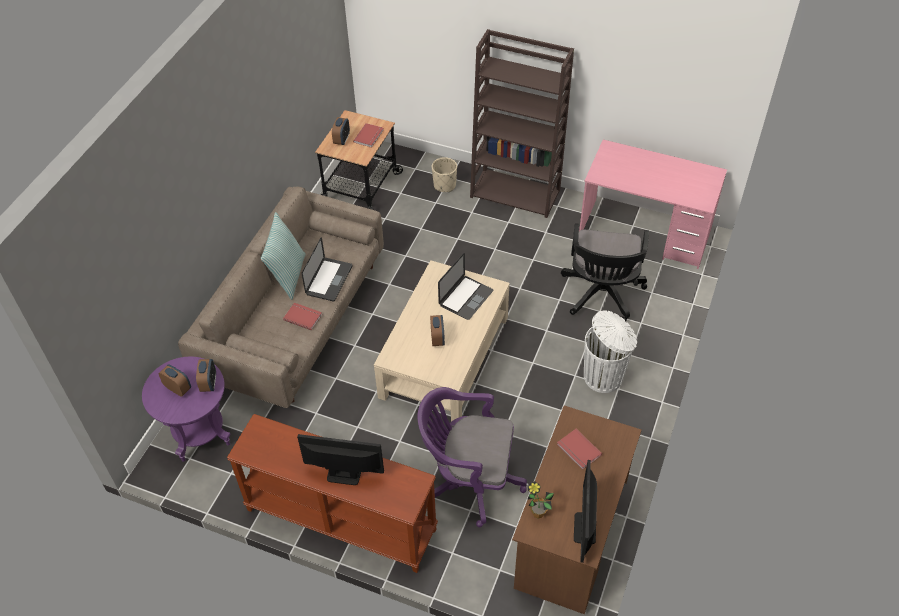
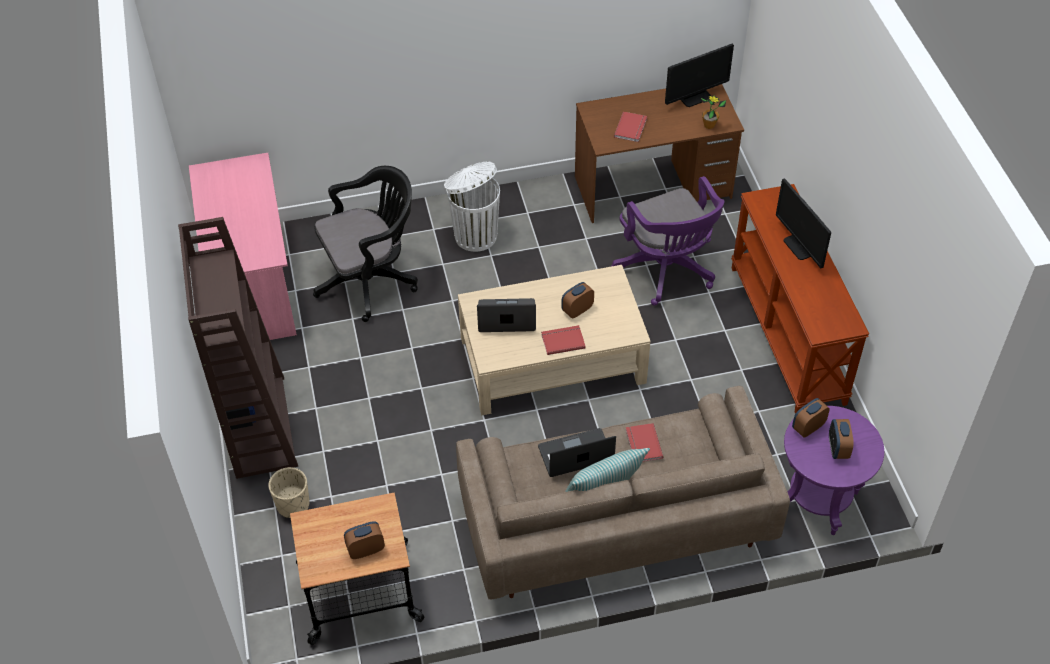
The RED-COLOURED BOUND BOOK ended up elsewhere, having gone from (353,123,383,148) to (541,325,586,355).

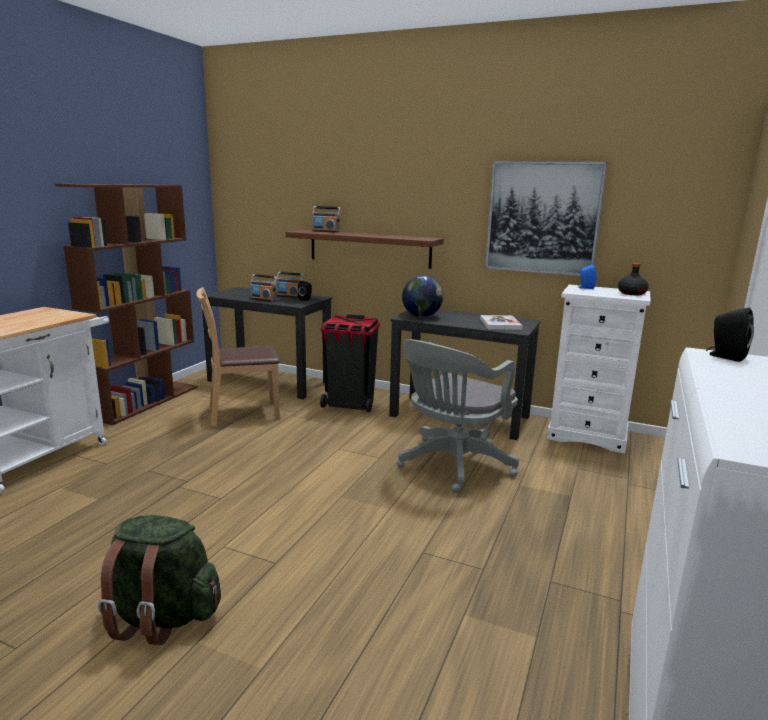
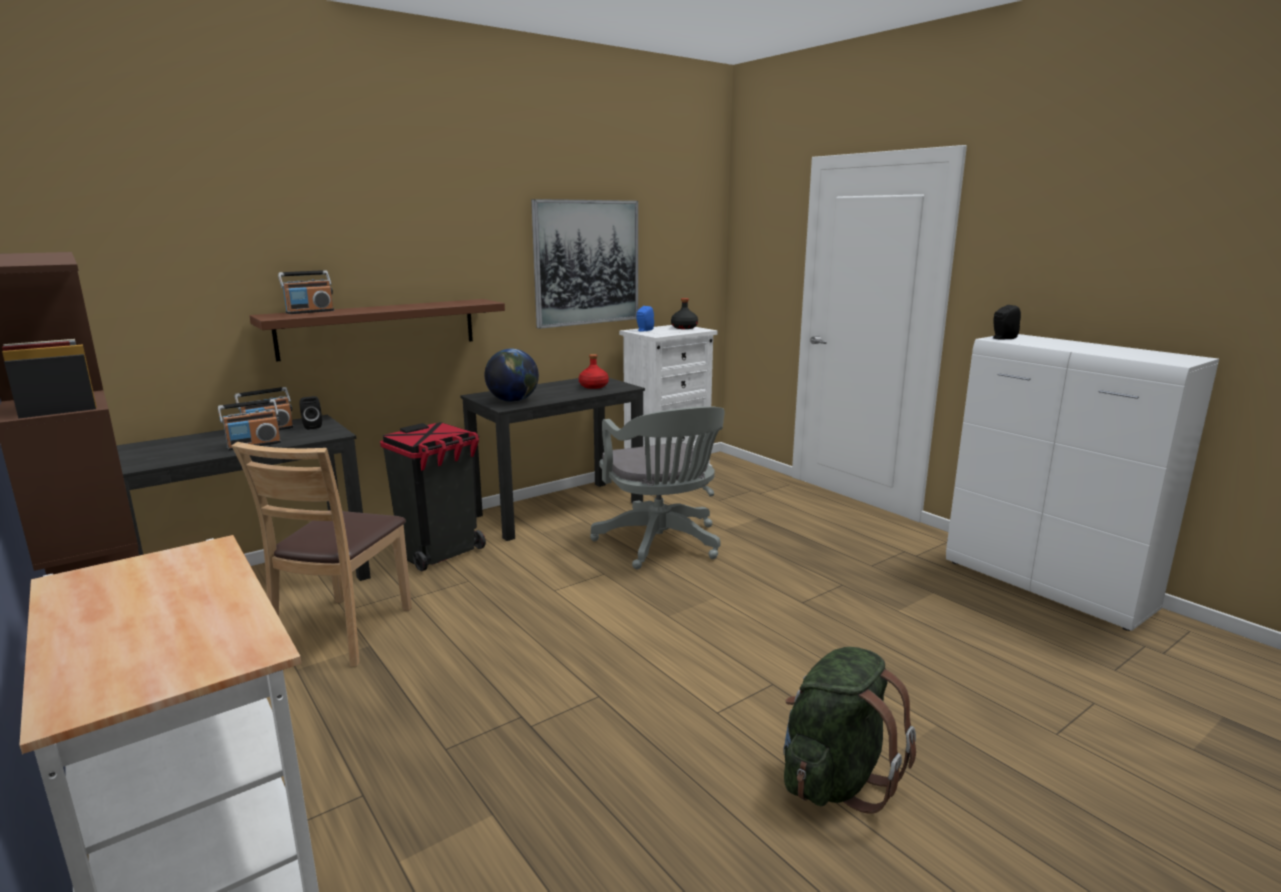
Where the BOUND BOOK stood at (480,315,523,330), the RED-COLOURED BEVERAGE BOTTLE came to stand at (579,354,609,389).

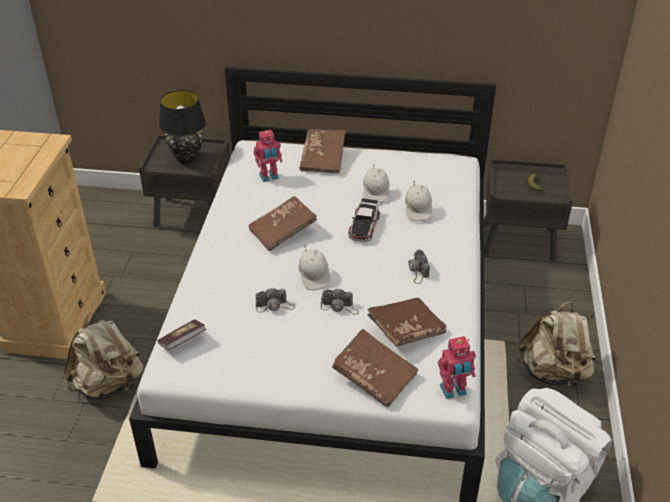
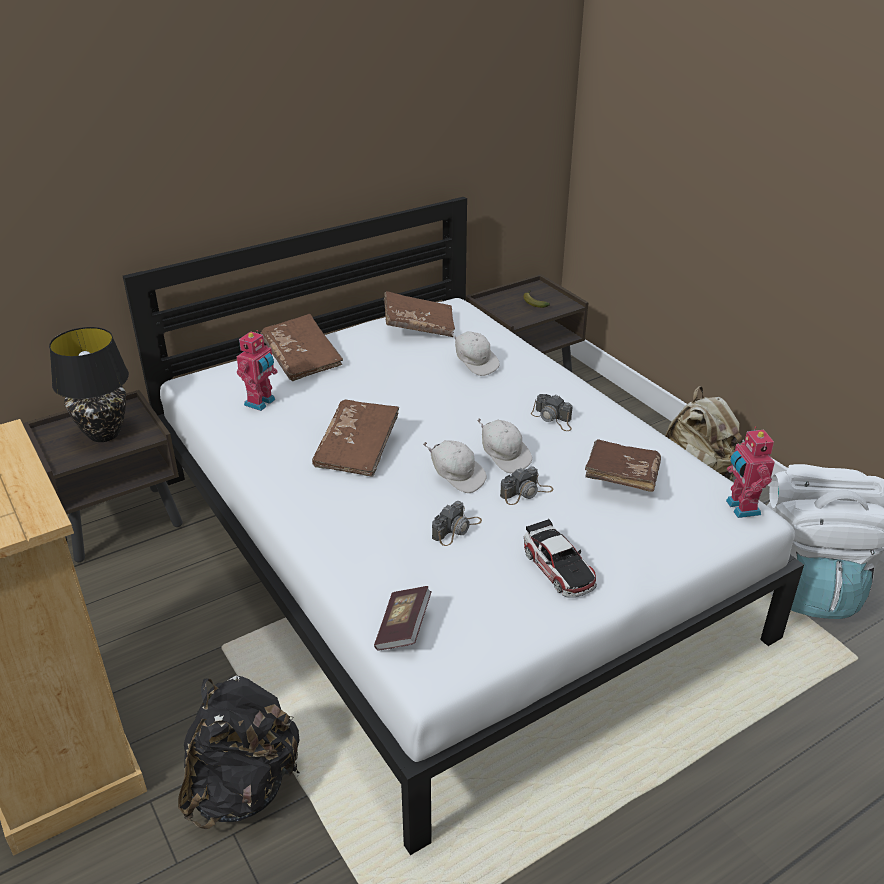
The BROWNISH BOUND BOOK ended up elsewhere, having gone from (332,329,418,407) to (384,291,455,337).
The MINIATURE CAR ended up elsewhere, having gone from (348,198,380,242) to (524,519,597,598).
The WHITE PEAKED CAP ended up elsewhere, having gone from (363,165,390,203) to (477,418,532,474).
What was the BEIGE RUCKSACK at (64,313,144,399) turned into the BLACK-COLOURED RUCKSACK at (178,676,300,829).
The ROBOT FIGURE at (438,336,476,399) ended up facing another way, 135 degrees clockwise from before.

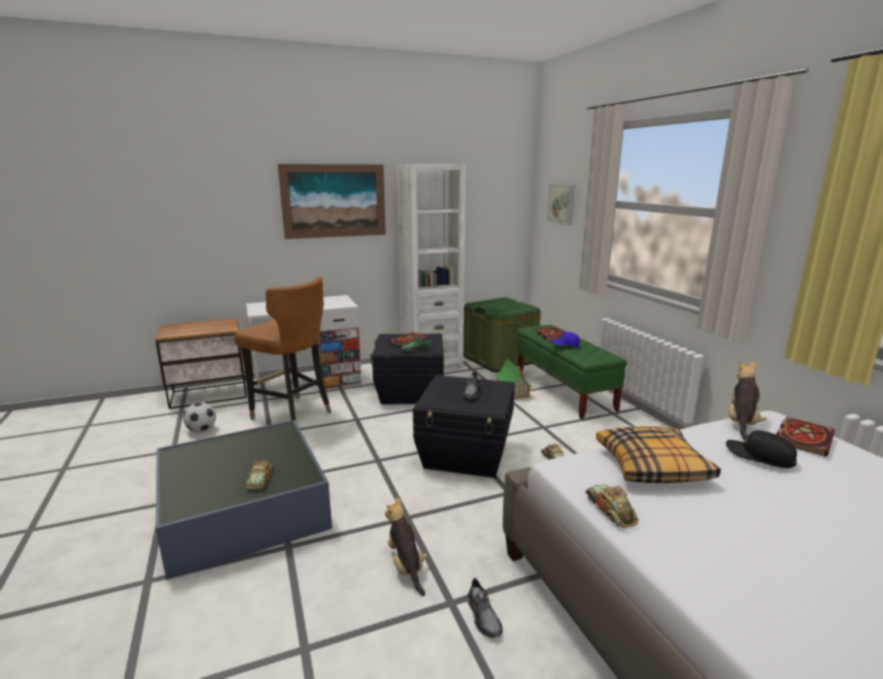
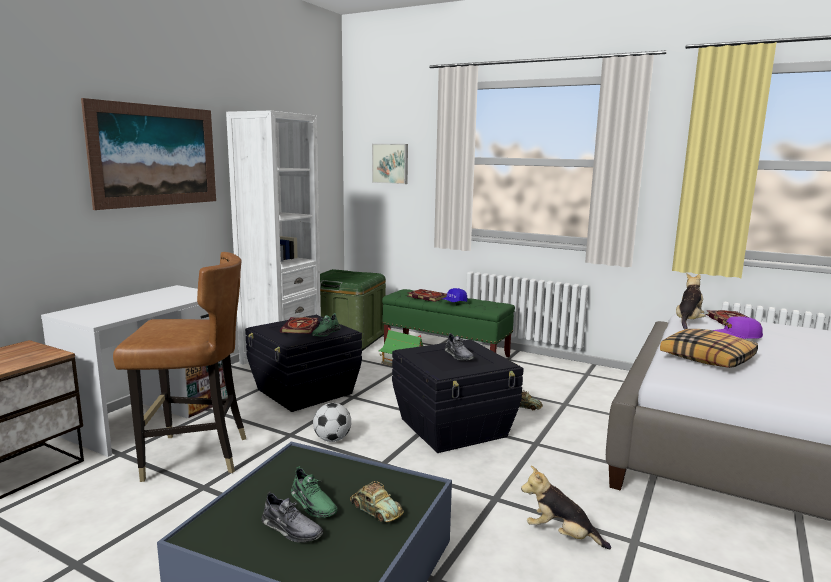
The second view lost the MINIATURE CAR at (585,484,639,528).
The second view gained the GREEN-COLOURED LOW SHOE at (291,466,338,518).
The FOOTBALL BALL ended up elsewhere, having gone from (183,402,216,432) to (313,403,351,442).
The GRAY LOW SHOE ended up elsewhere, having gone from (467,578,503,638) to (261,492,323,543).
What was the BLACK-COLOURED PEAKED CAP at (726,430,797,468) turned into the PURPLISH PEAKED CAP at (713,316,763,339).
The SOFT TOY at (728,362,767,441) ended up facing another way, 45 degrees clockwise from before.

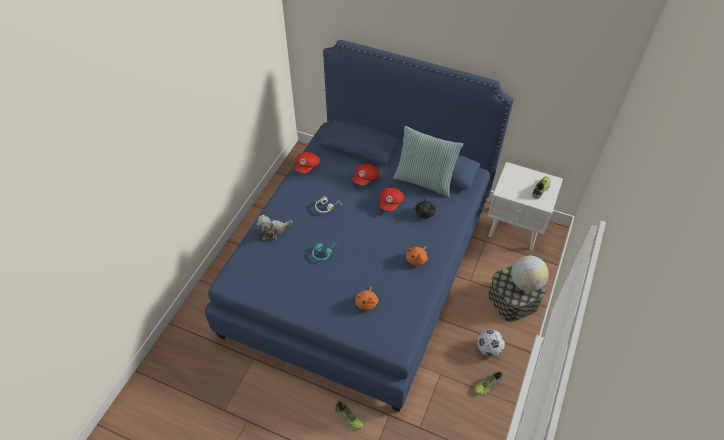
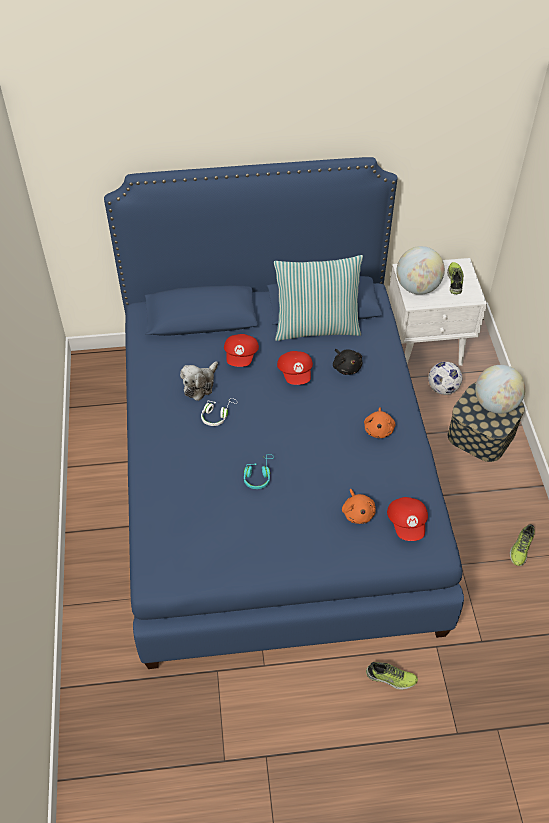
The second view gained the DESK GLOBE at (396,246,445,295).
The SOFT TOY ended up elsewhere, having gone from (256,215,293,241) to (180,361,218,401).
The RED-COLOURED PEAKED CAP ended up elsewhere, having gone from (294,152,320,173) to (387,497,428,541).
The FOOTBALL BALL ended up elsewhere, having gone from (477,329,505,357) to (428,362,462,395).

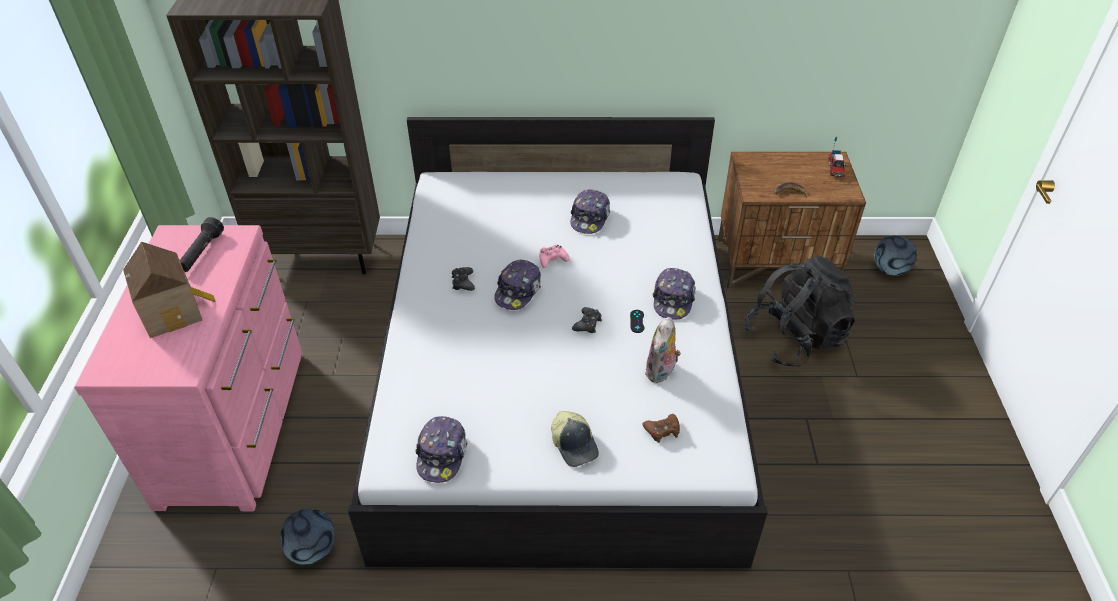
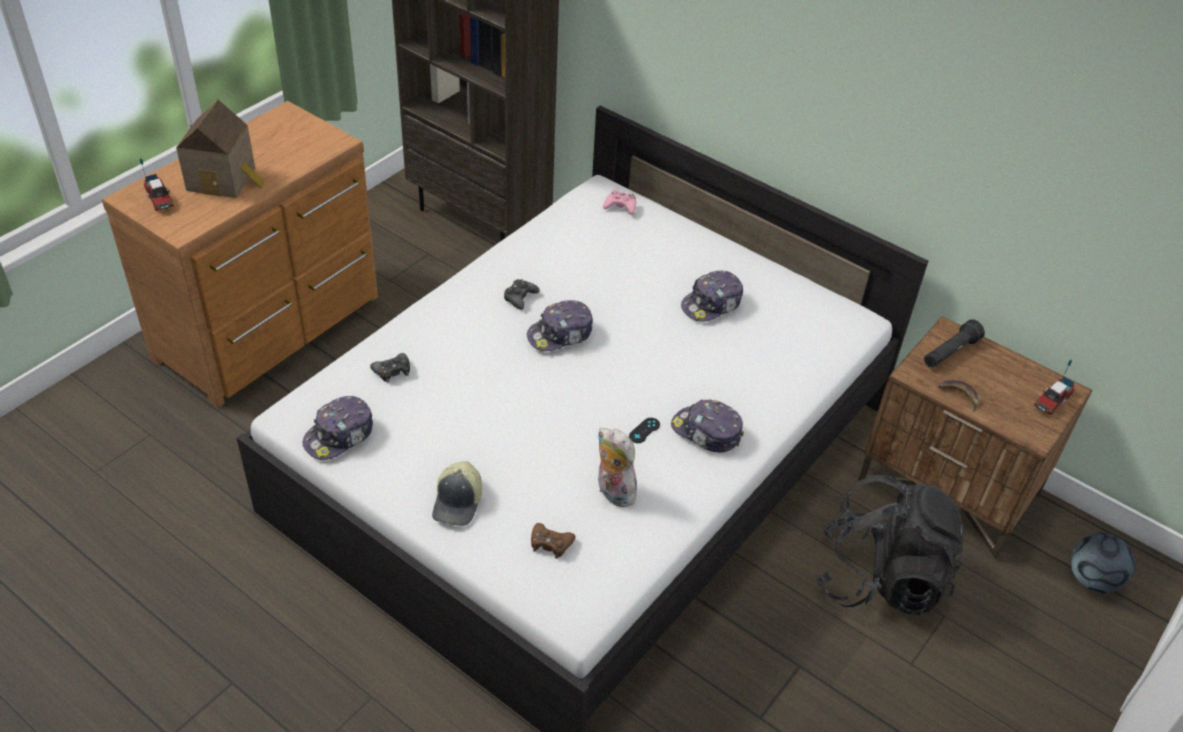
The second view lost the FOOTBALL BALL at (280,509,335,565).
The second view gained the TOY TRUCK at (140,157,174,211).
The BLACK-COLOURED FLASHLIGHT ended up elsewhere, having gone from (180,217,224,272) to (924,319,985,368).
The PINK-COLOURED GAME CONTROLLER ended up elsewhere, having gone from (539,245,570,268) to (603,189,636,215).
The BLACK-COLOURED GAME CONTROLLER ended up elsewhere, having gone from (572,307,602,333) to (370,353,410,383).
What was the PINK-COLOURED DRESSER at (74,225,302,511) turned into the BROWNISH DRESSER at (102,101,378,408).
The SOFT TOY at (645,317,681,383) ended up facing another way, 75 degrees clockwise from before.
The PEAKED CAP at (653,268,695,319) ended up facing another way, 75 degrees clockwise from before.

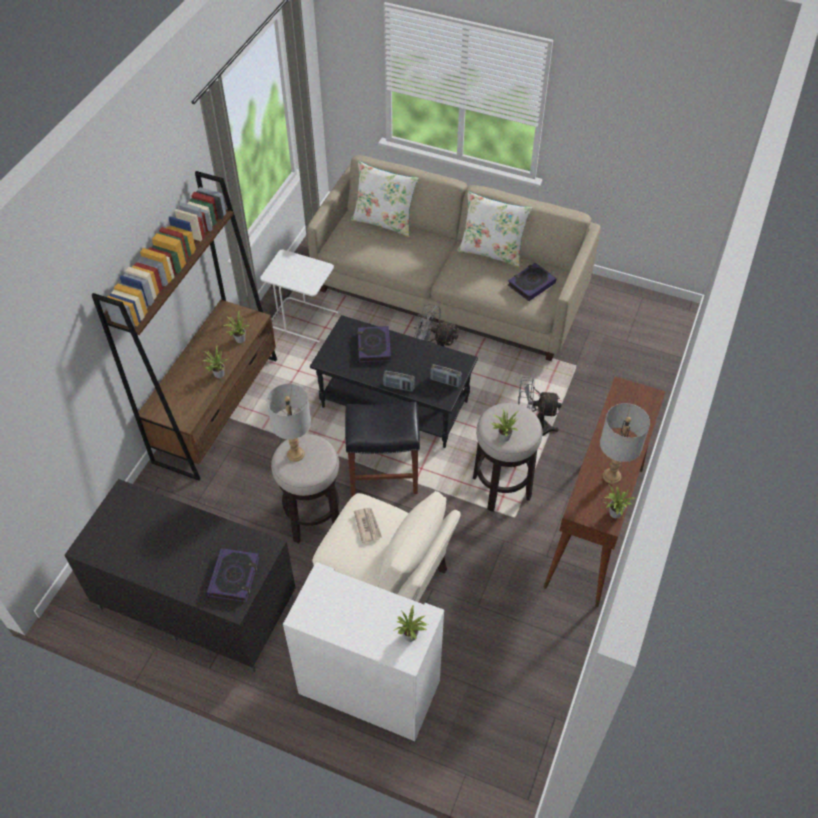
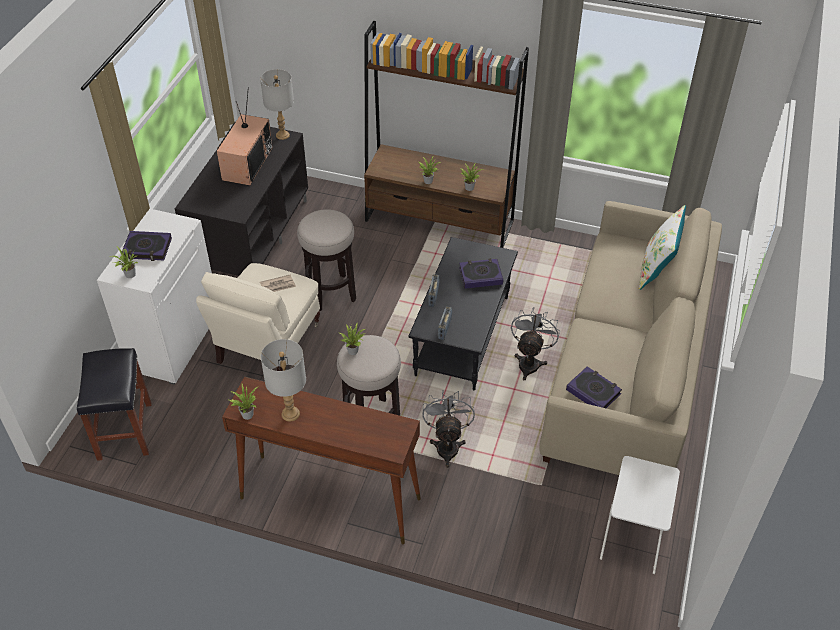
The second view lost the WHITE PILLOW at (457,191,532,268).
The second view gained the TELEVISION at (217,93,273,186).
The BOUND BOOK ended up elsewhere, having gone from (207,548,259,602) to (122,231,172,261).
The WHITE ACCENT TABLE ended up elsewhere, having gone from (260,250,339,343) to (600,456,680,574).
The GRAY TABLETOP LAMP ended up elsewhere, having gone from (267,384,311,462) to (260,69,294,140).
The BLACK-COLOURED SITTING STOOL ended up elsewhere, having gone from (345,402,420,496) to (77,348,152,461).

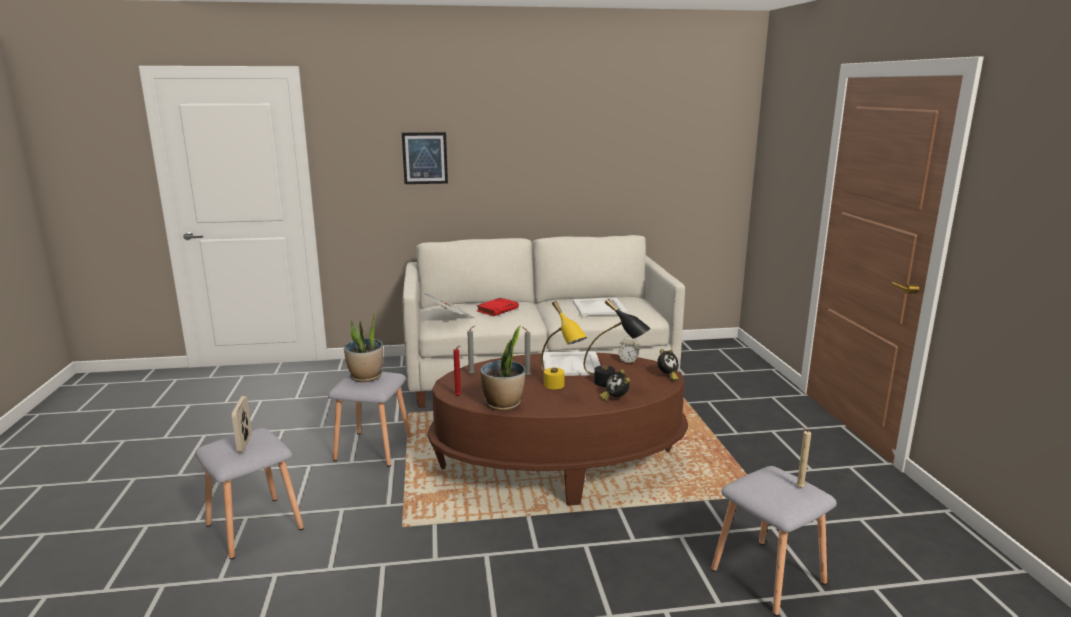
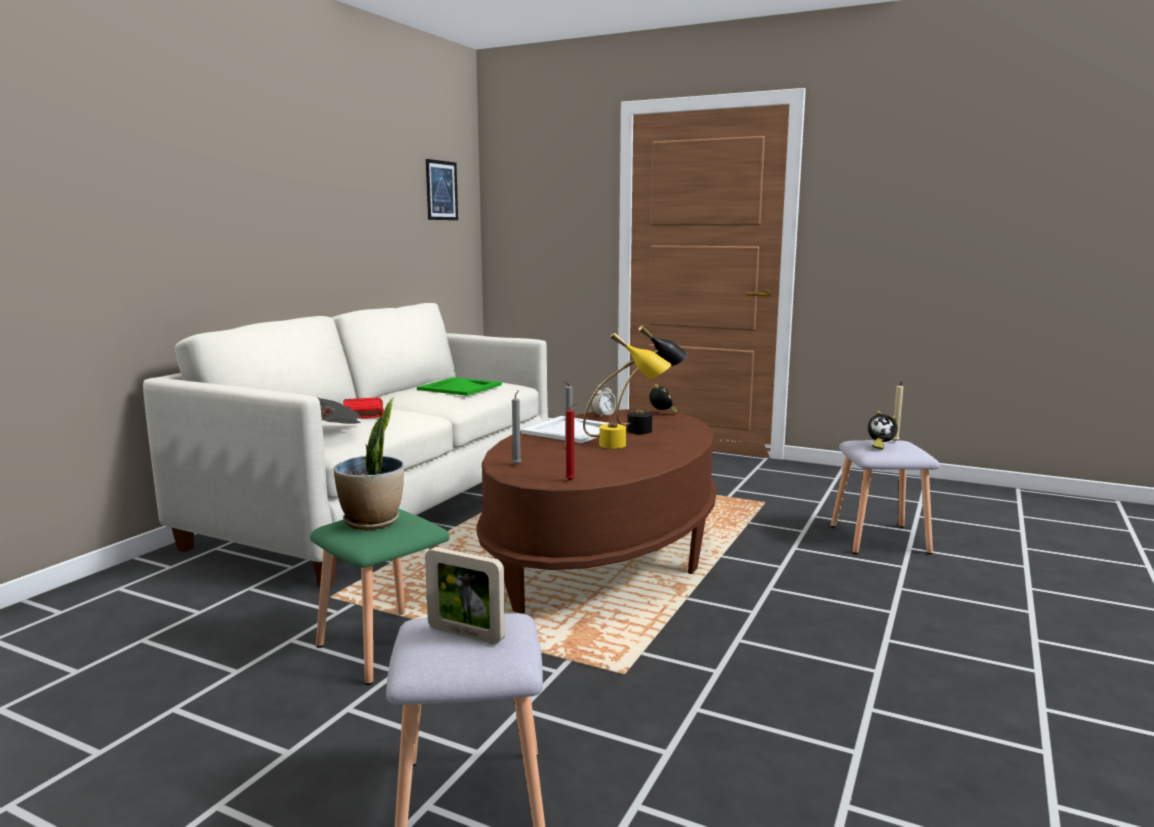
The second view lost the HOUSEPLANT at (480,325,525,411).
The PICTURE ended up elsewhere, having gone from (402,132,448,184) to (426,159,458,220).
The BEDSIDE CLOCK ended up elsewhere, having gone from (600,369,630,401) to (868,411,898,450).
What was the GRAY SITTING STOOL at (328,372,411,467) turned into the GREEN-COLOURED SITTING STOOL at (310,509,449,685).
What was the WHITE CARRYING TRAY at (573,298,628,316) turned into the GREEN-COLOURED CARRYING TRAY at (417,377,502,396).

